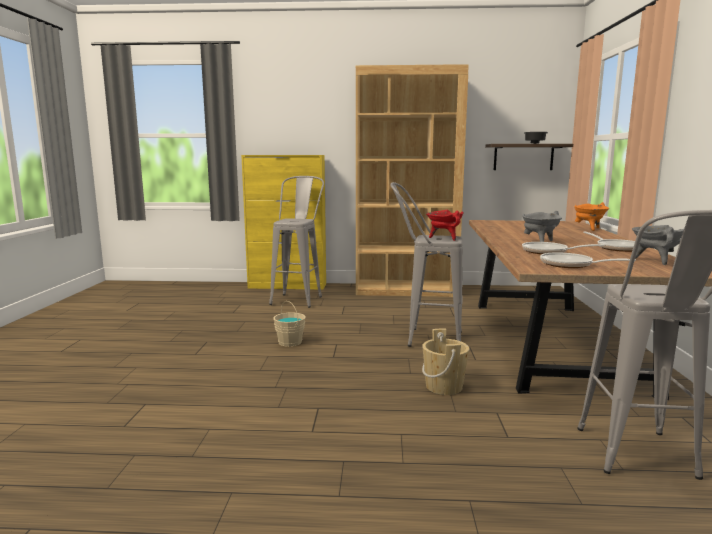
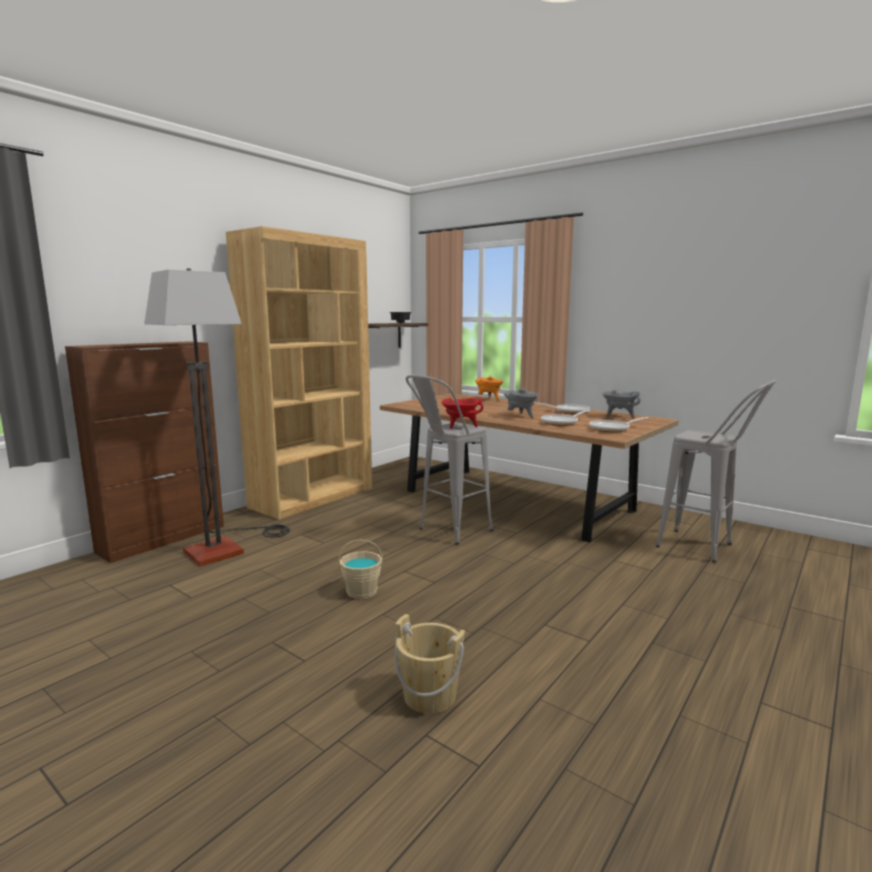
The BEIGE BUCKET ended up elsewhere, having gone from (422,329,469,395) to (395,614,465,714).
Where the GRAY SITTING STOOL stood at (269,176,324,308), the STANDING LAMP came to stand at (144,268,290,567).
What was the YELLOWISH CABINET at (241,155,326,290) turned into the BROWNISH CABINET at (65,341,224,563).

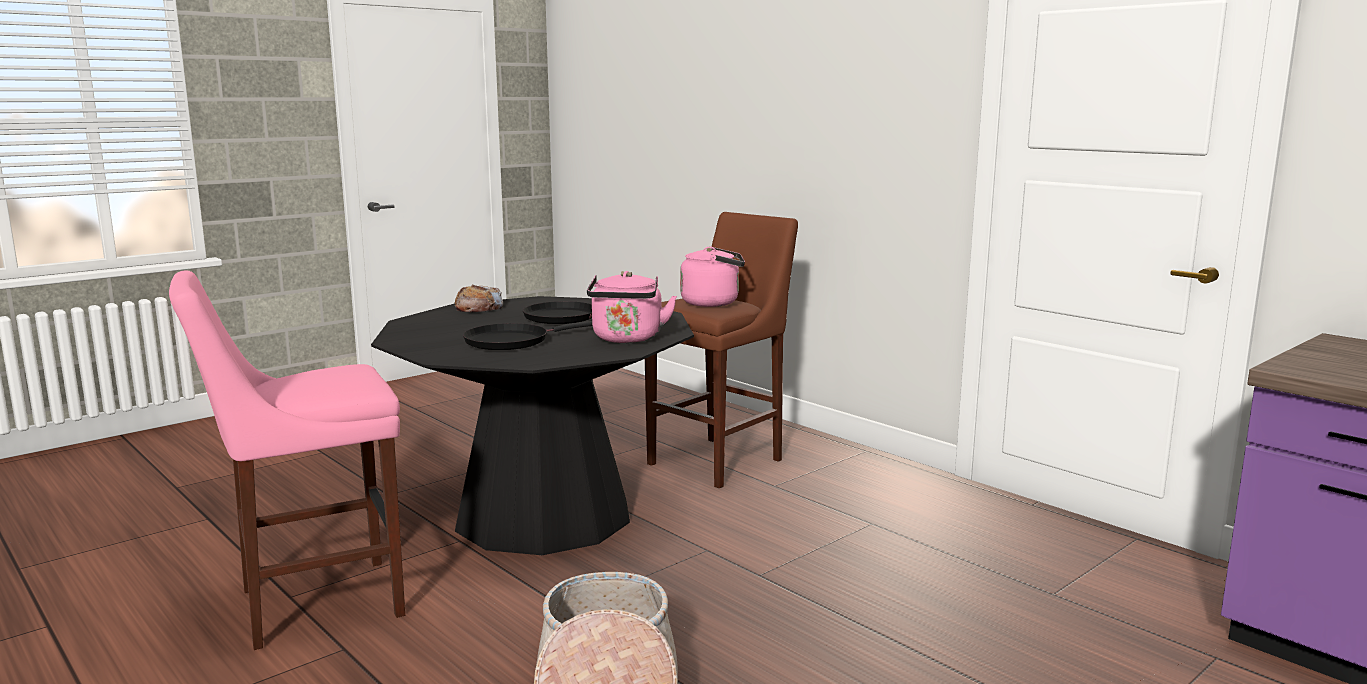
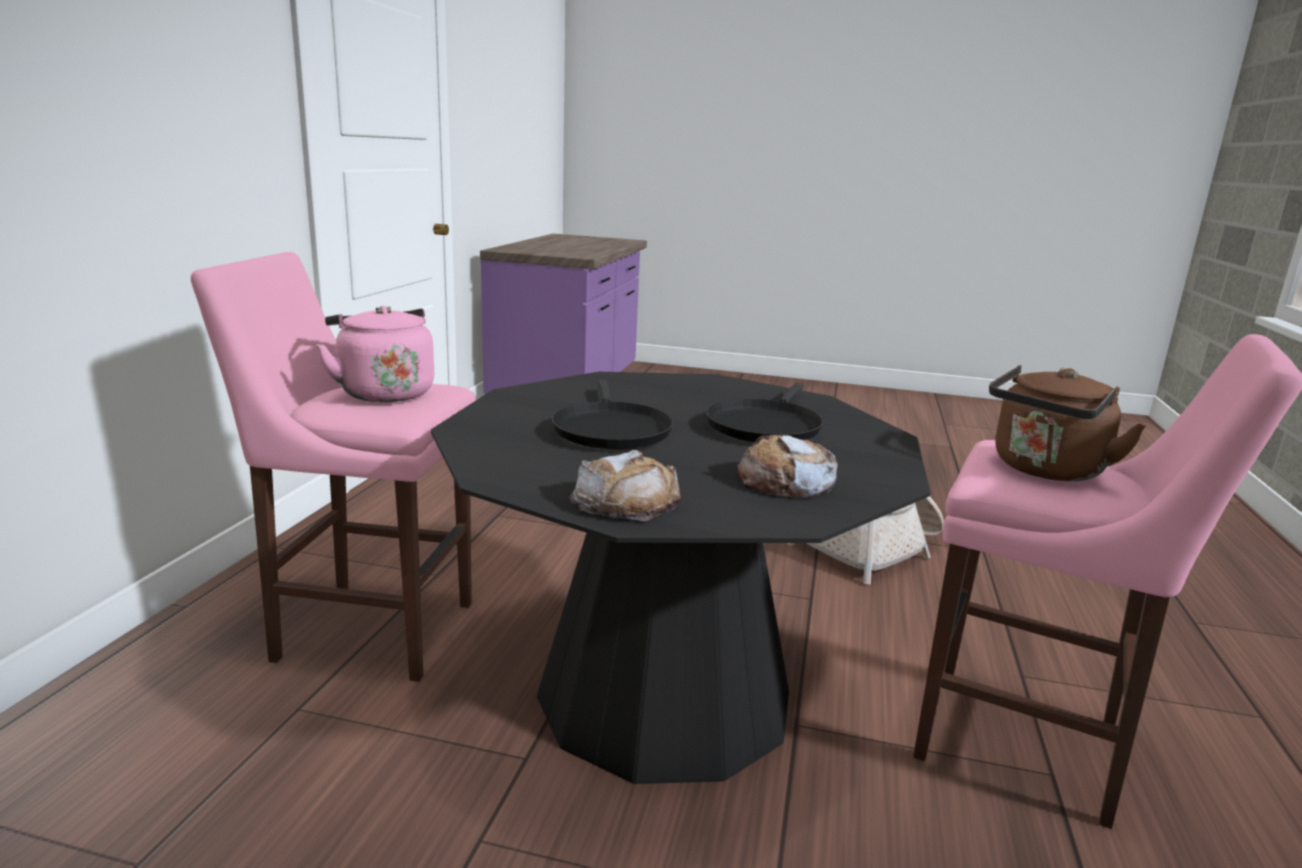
The second view lost the PINK-COLOURED TEA KETTLE at (587,271,677,343).
The second view gained the BAKERY BREAD at (737,435,838,498).
The second view gained the BROWNISH TEA KETTLE at (989,365,1146,481).
What was the BROWNISH SITTING STOOL at (645,212,798,488) turned into the PINK-COLOURED SITTING STOOL at (191,252,476,682).
The BLACK-COLOURED PAN at (463,321,593,350) ended up facing another way, 90 degrees clockwise from before.

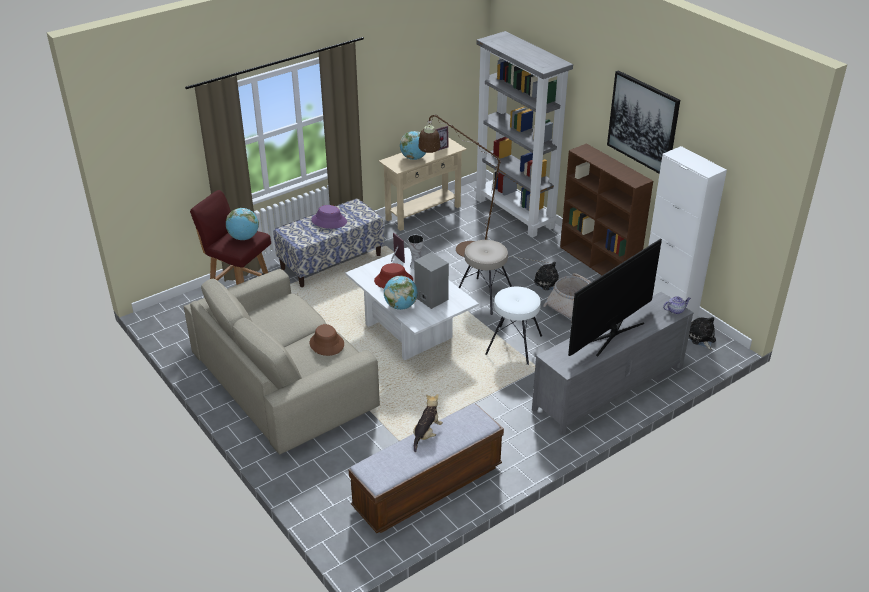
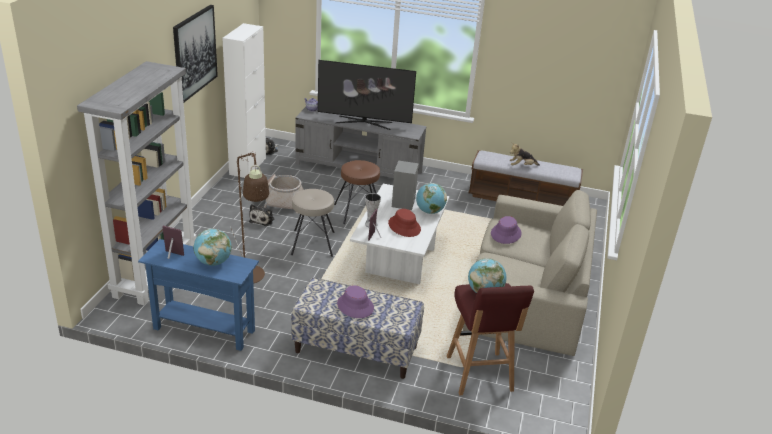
The second view lost the BROWNISH SHELVING UNIT at (560,143,653,275).
What was the BROWNISH CLOTHING HAT at (310,324,344,356) turned into the PURPLISH CLOTHING HAT at (491,216,522,244).
What was the BEIGE HALL TABLE at (379,137,467,231) turned into the BLUE-COLOURED HALL TABLE at (138,239,259,351).
What was the WHITE SITTING STOOL at (485,287,542,365) turned into the BROWNISH SITTING STOOL at (334,160,380,224).

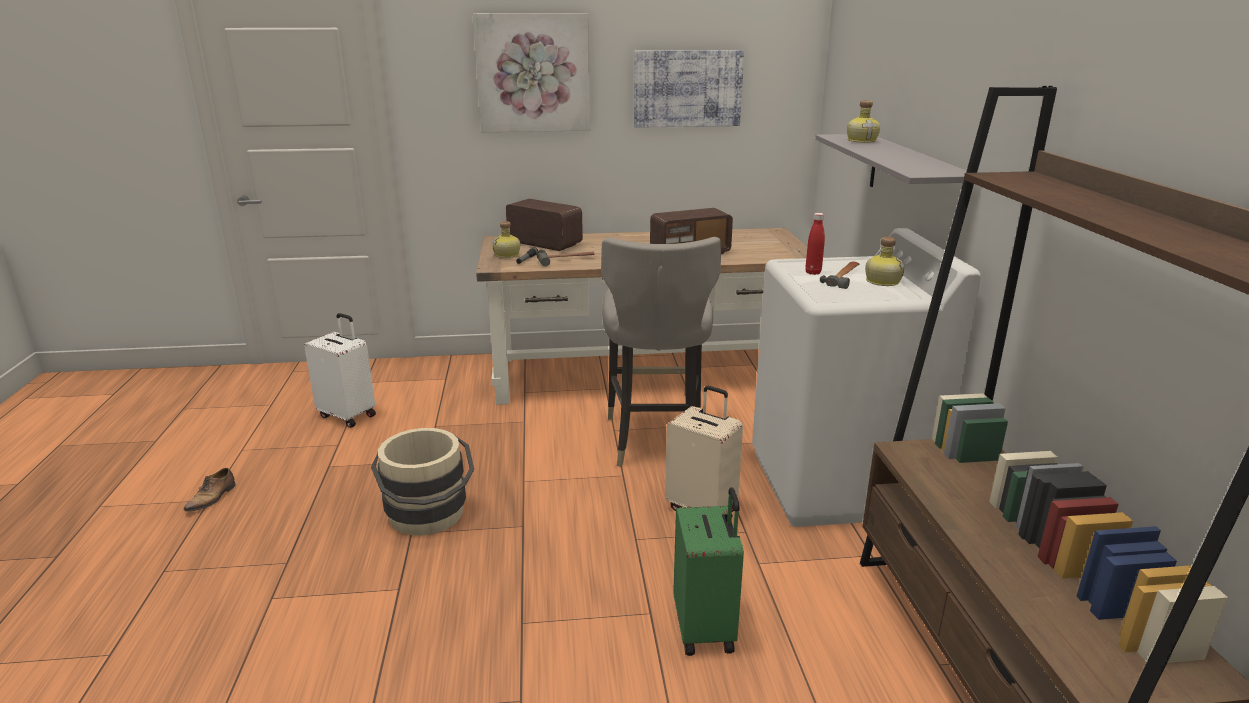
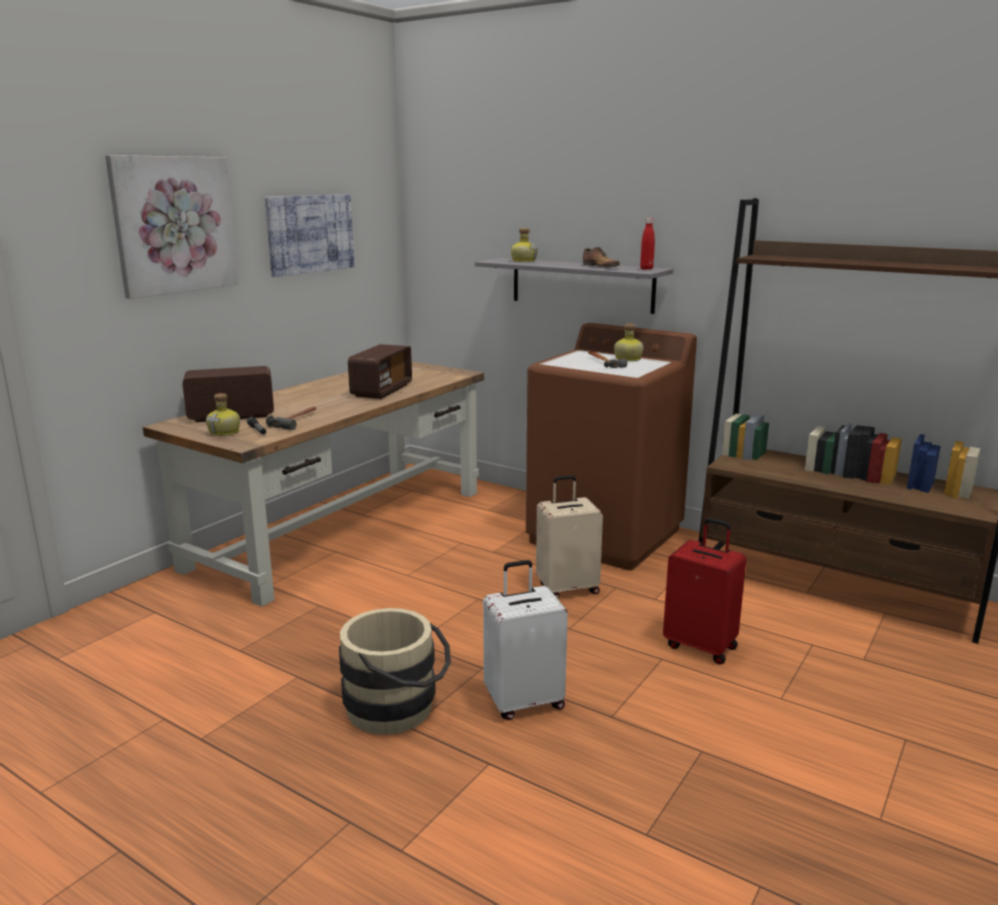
The second view lost the GRAY SITTING STOOL at (601,237,721,467).
The LOW SHOE ended up elsewhere, having gone from (184,468,236,512) to (583,247,620,268).
The WHITE PIECE OF LUGGAGE ended up elsewhere, having gone from (304,313,376,428) to (483,560,568,720).
The RED-COLOURED BEVERAGE BOTTLE ended up elsewhere, having gone from (805,213,825,275) to (640,218,655,270).
What was the GREEN-COLOURED PIECE OF LUGGAGE at (673,487,744,656) turned into the RED-COLOURED PIECE OF LUGGAGE at (663,518,746,665).
What was the WHITE LAUNDRY MACHINE at (752,228,981,527) turned into the BROWNISH LAUNDRY MACHINE at (526,323,697,571).

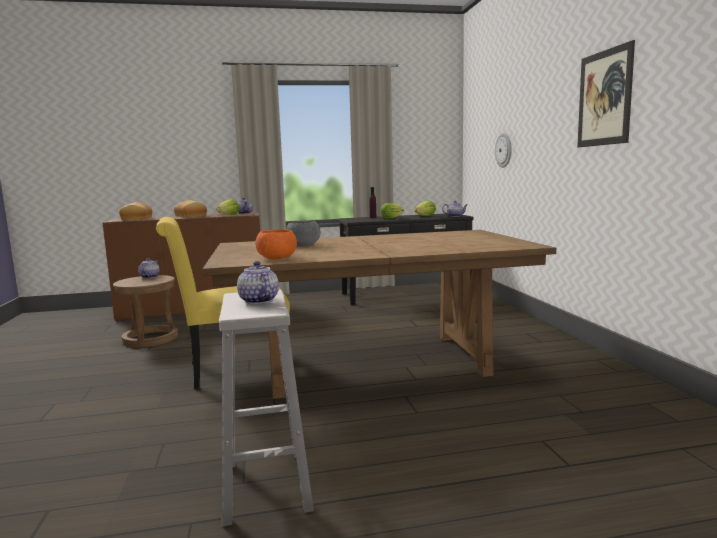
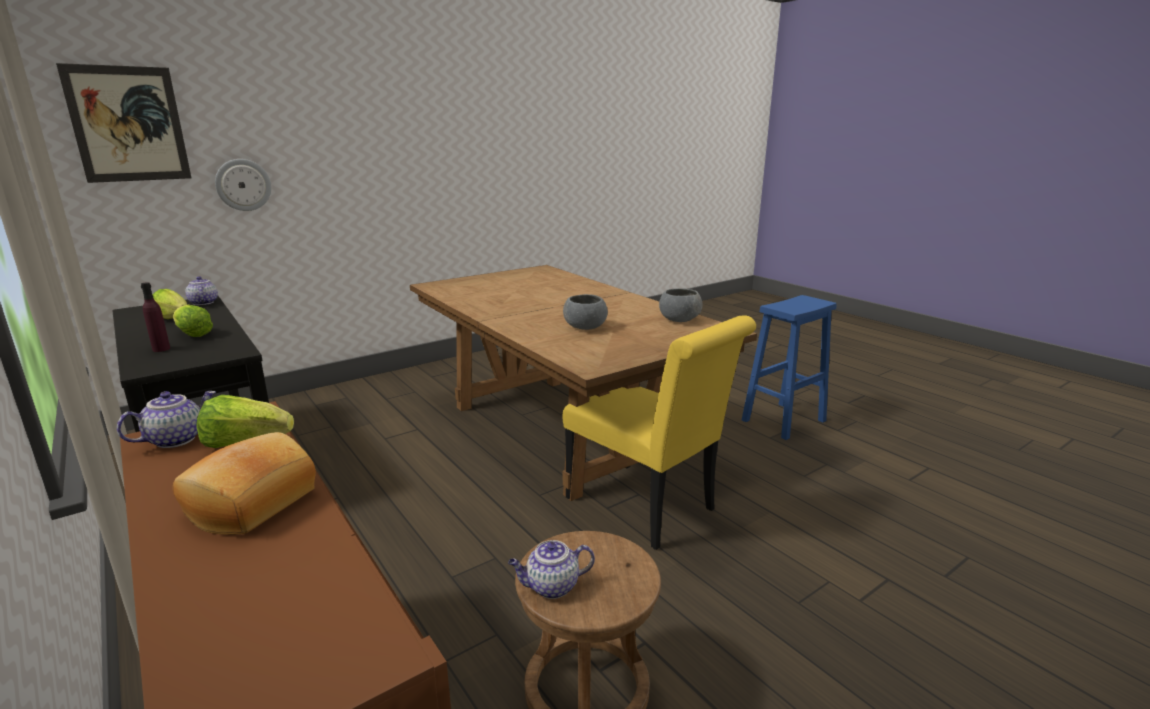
The second view lost the BAKERY BREAD at (119,202,152,221).
The second view lost the TEA POT at (237,261,279,304).
The PICTURE ended up elsewhere, having gone from (577,40,635,147) to (56,63,192,183).
What was the WHITE SITTING STOOL at (219,290,314,527) turned into the BLUE-COLOURED SITTING STOOL at (742,295,837,440).
What was the ORANGEY DEEP DISH at (255,230,297,260) turned into the GRAY DEEP DISH at (659,288,702,322).

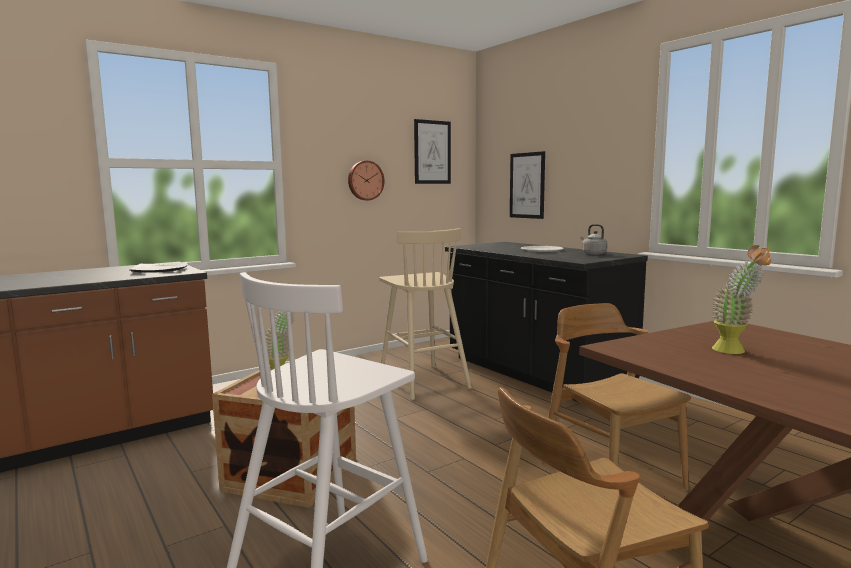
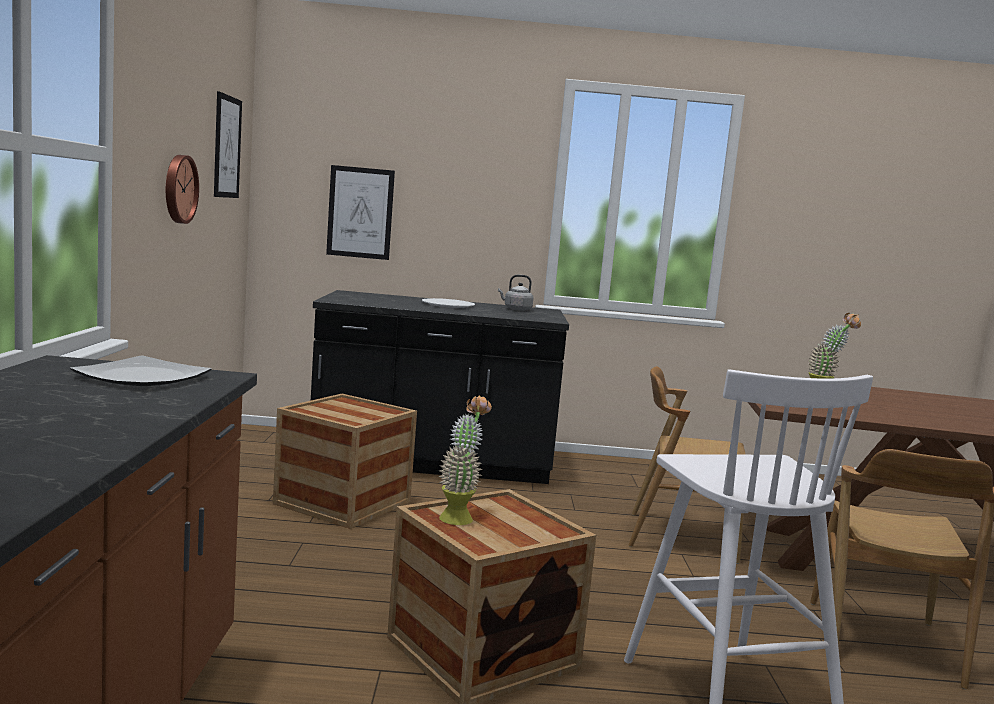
Where the BEIGE SITTING STOOL stood at (379,228,472,400), the CRATE came to stand at (273,394,417,529).

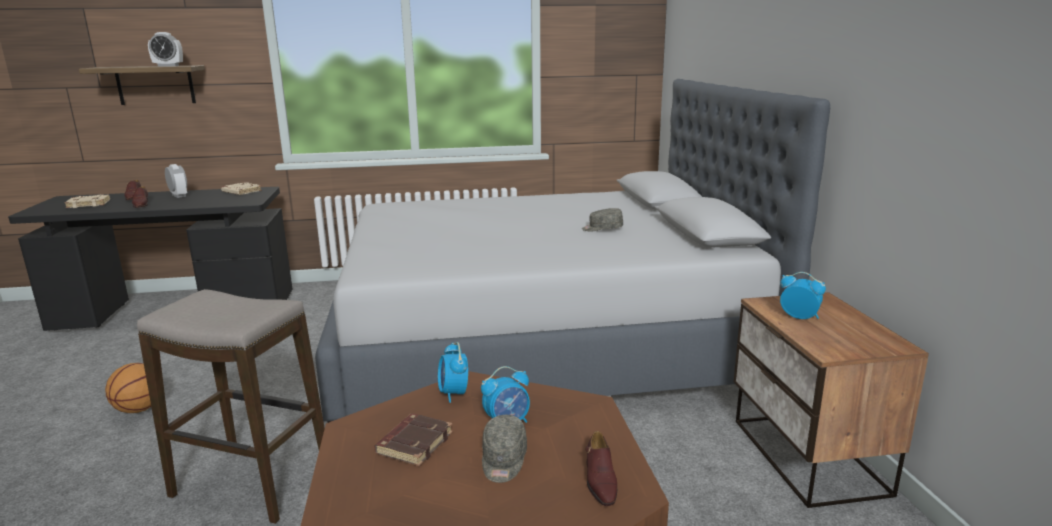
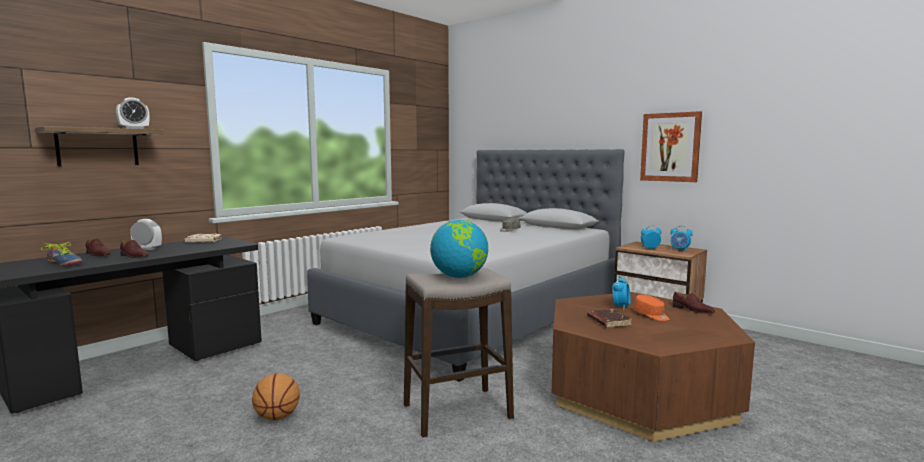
The second view gained the DESK GLOBE at (430,220,488,278).
The second view gained the PICTURE at (640,111,702,182).
The BEDSIDE CLOCK ended up elsewhere, having gone from (438,342,468,403) to (670,226,693,251).
Where the BEIGE BOUND BOOK stood at (65,194,110,208), the LOW SHOE came to stand at (41,242,83,266).
What was the GRAY PEAKED CAP at (482,415,527,483) turned into the ORANGEY PEAKED CAP at (633,295,670,321).

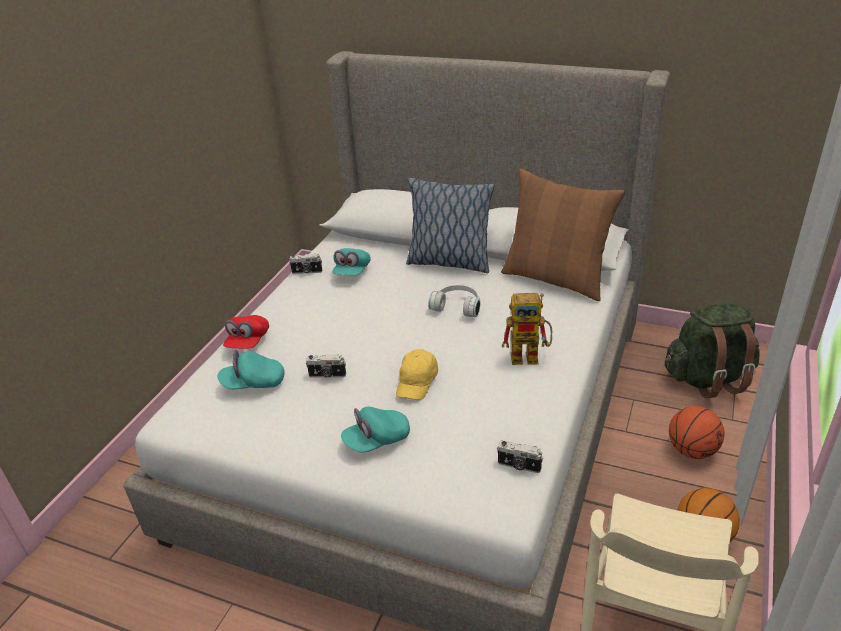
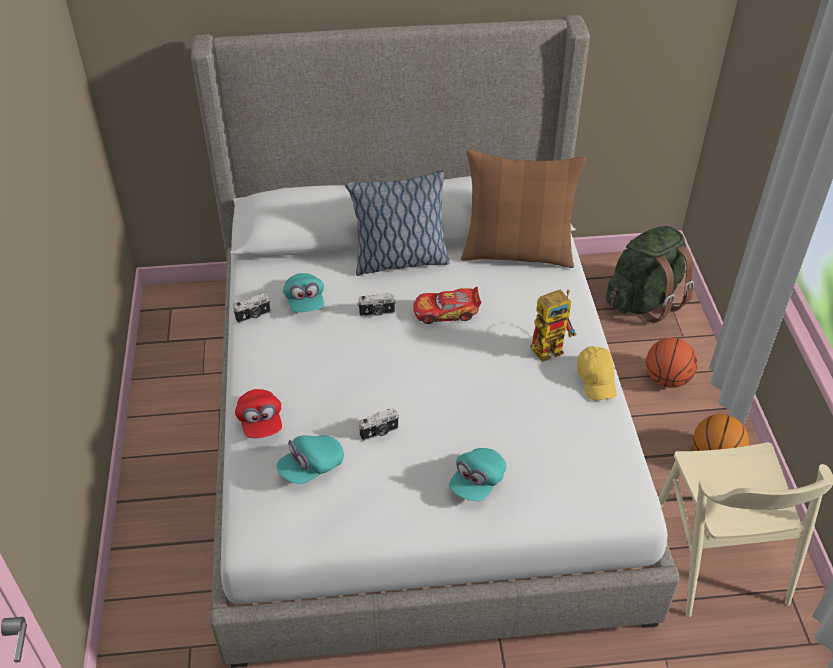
The YELLOWISH PEAKED CAP ended up elsewhere, having gone from (396,349,438,400) to (577,346,616,400).
The PHOTO CAMERA ended up elsewhere, having gone from (497,441,544,473) to (357,293,396,316).
Where the WHITE HEADSET stood at (428,284,480,317), the MINIATURE CAR came to stand at (413,286,481,324).

